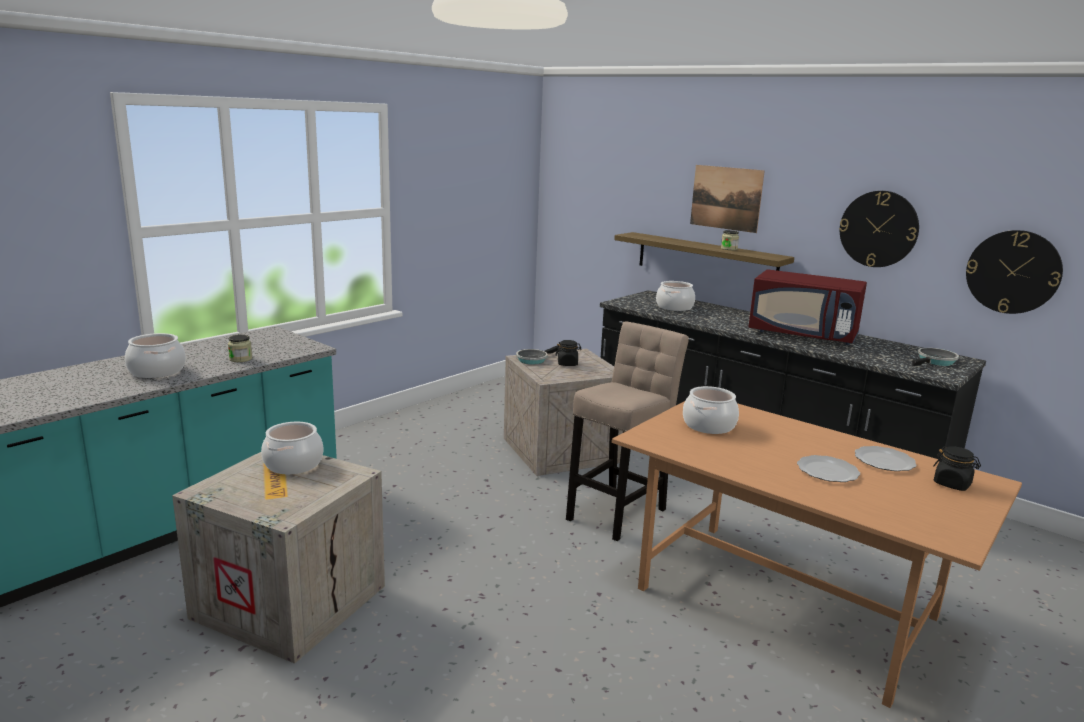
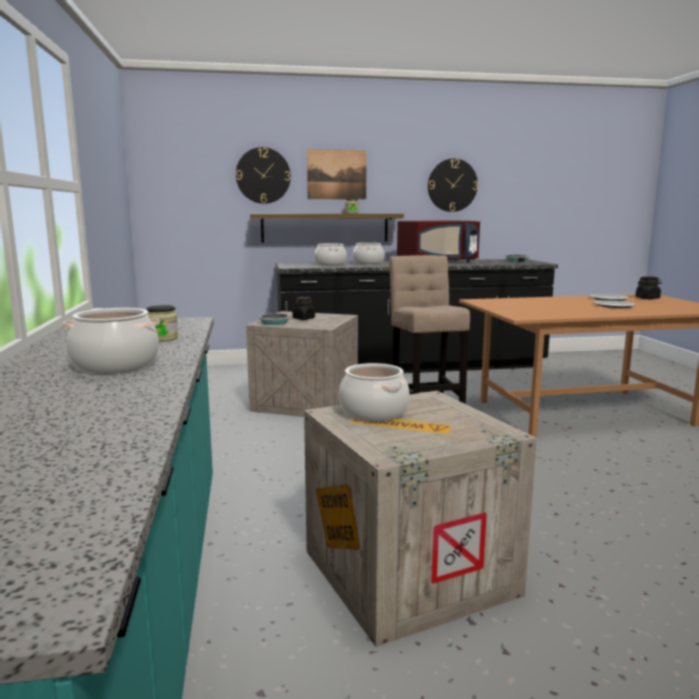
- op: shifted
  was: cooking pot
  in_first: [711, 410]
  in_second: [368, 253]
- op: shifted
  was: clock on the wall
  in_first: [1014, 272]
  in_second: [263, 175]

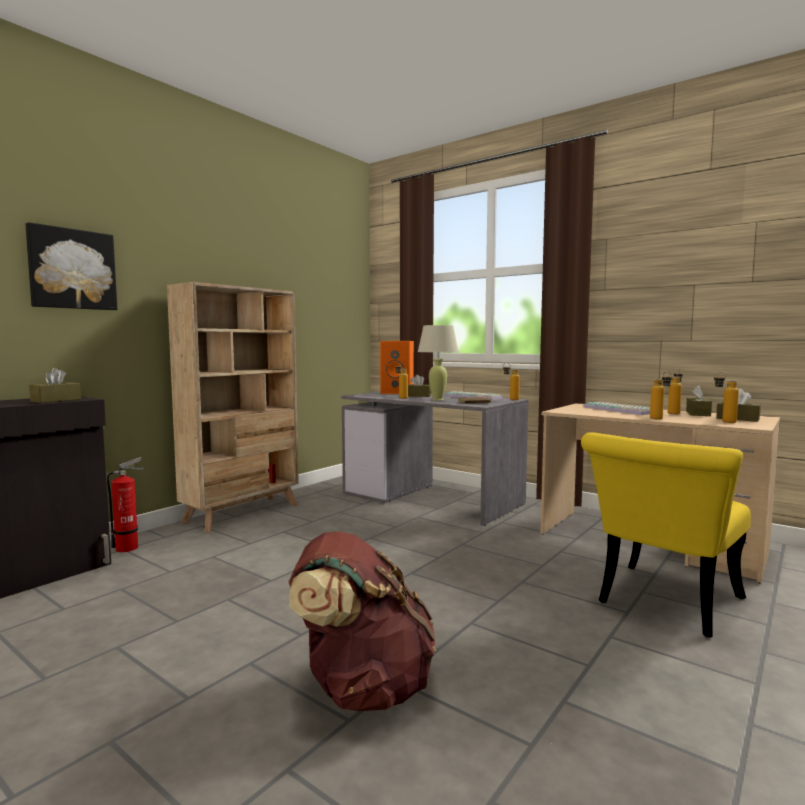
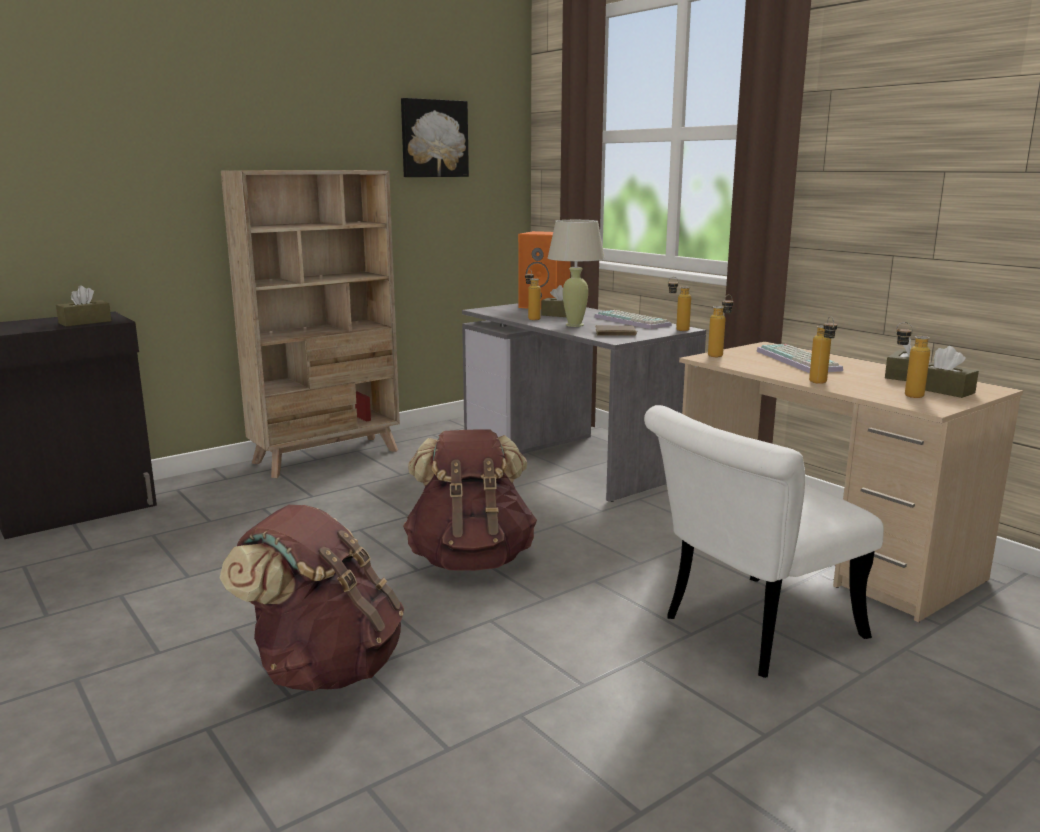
- op: gone
  was: extinguisher
  in_first: [125, 504]
- op: new
  now: brownish rucksack
  in_second: [470, 500]
- op: shifted
  was: picture
  in_first: [71, 266]
  in_second: [435, 137]
- op: shifted
  was: drink bottle
  in_first: [675, 391]
  in_second: [721, 325]
- op: repainted
  was: yellowish chair
  now: white chair
  in_first: [666, 535]
  in_second: [764, 541]

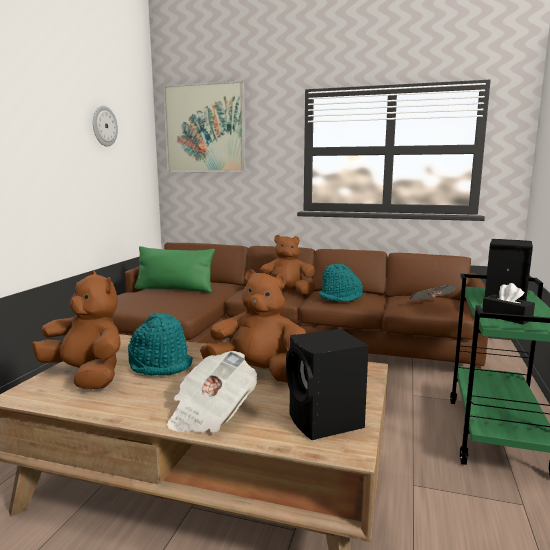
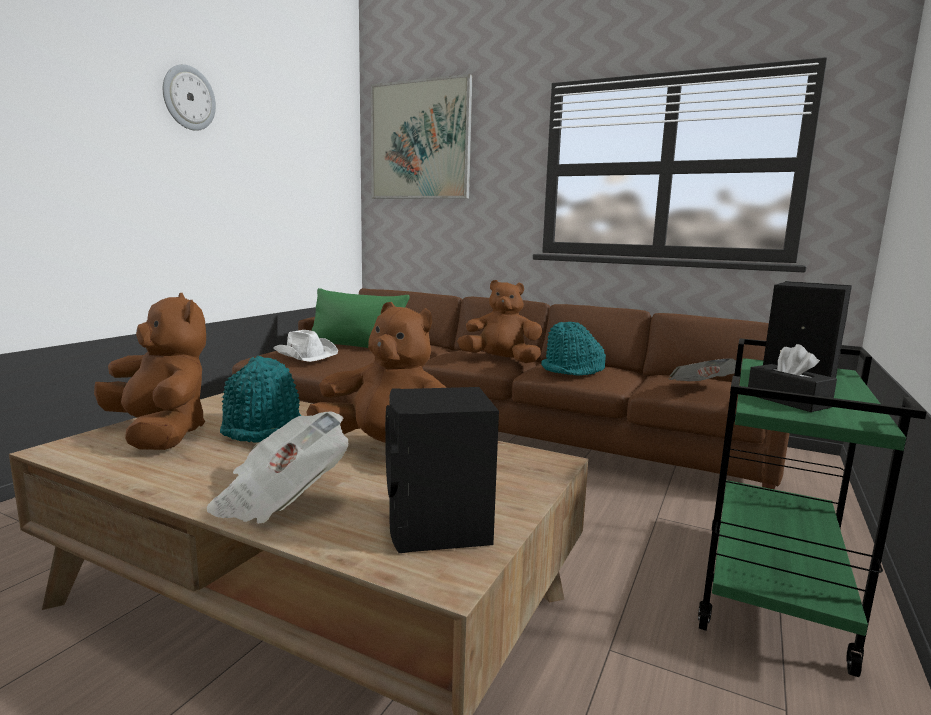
- op: new
  now: white hat
  in_second: [305, 346]
- op: shifted
  was: clock on the wall
  in_first: [105, 126]
  in_second: [189, 97]

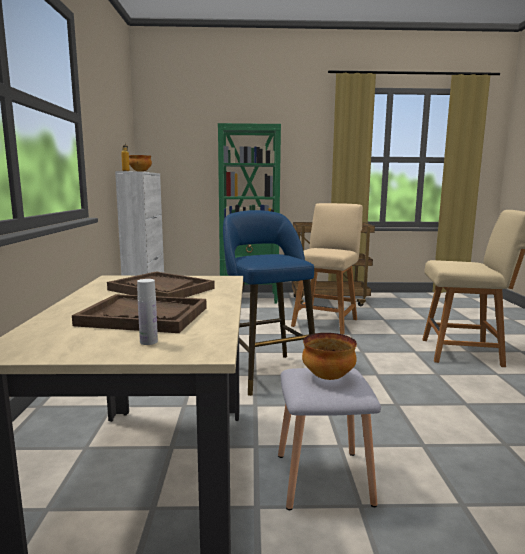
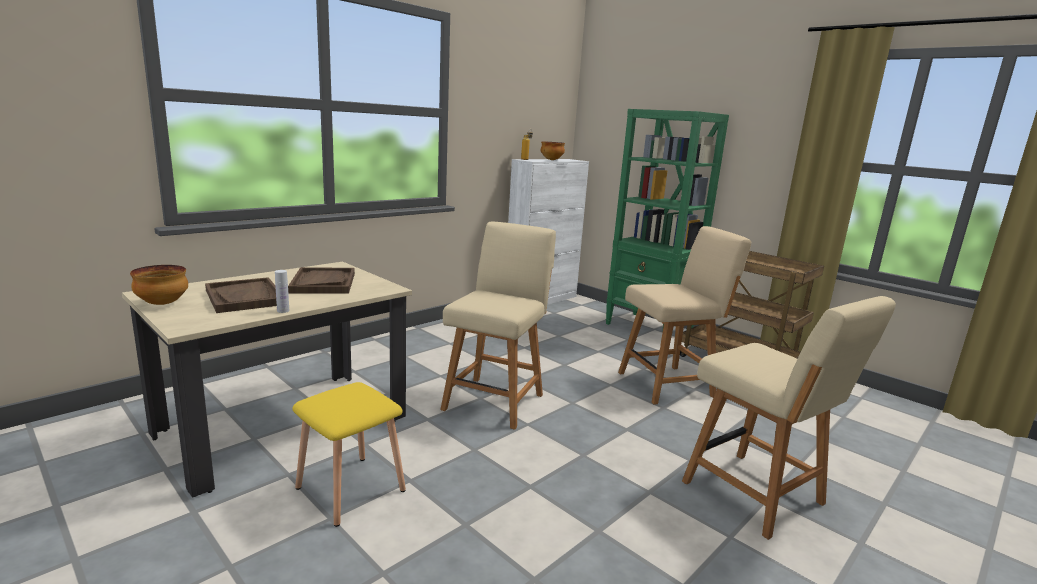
- op: shifted
  was: white drink bottle
  in_first: [147, 312]
  in_second: [282, 291]
- op: shifted
  was: serving bowl
  in_first: [329, 356]
  in_second: [159, 285]
- op: swapped
  was: blue stool
  now: beige-coloured chair
  in_first: [269, 303]
  in_second: [498, 326]
- op: repainted
  was: gray stool
  now: yellowish stool
  in_first: [329, 439]
  in_second: [349, 454]

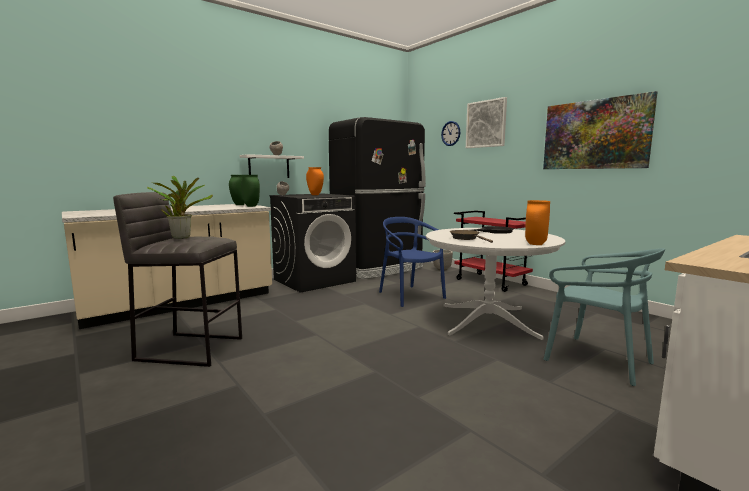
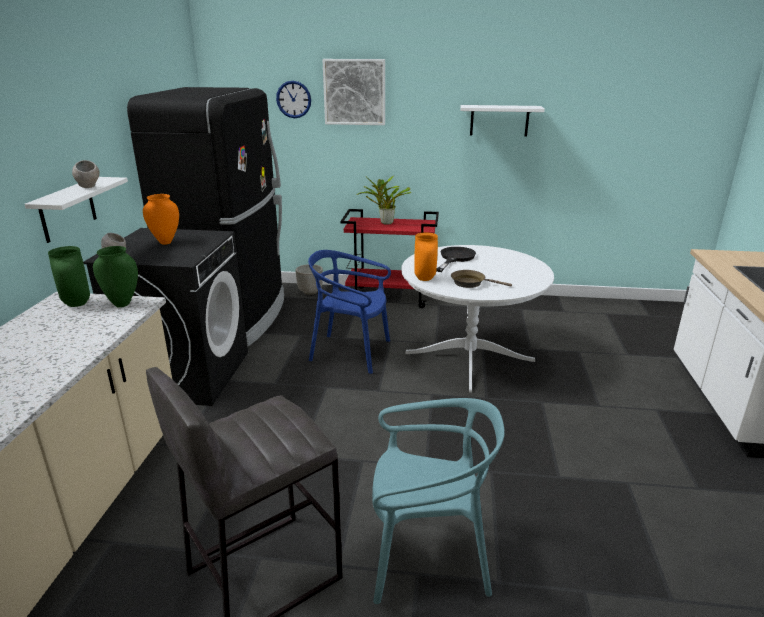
- op: shifted
  was: houseplant
  in_first: [180, 207]
  in_second: [384, 200]
- op: shifted
  was: orange flower vase
  in_first: [537, 222]
  in_second: [426, 257]
- op: shifted
  was: turquoise chair
  in_first: [604, 317]
  in_second: [438, 501]
- op: swapped
  was: picture
  now: white wall shelf
  in_first: [600, 130]
  in_second: [502, 121]

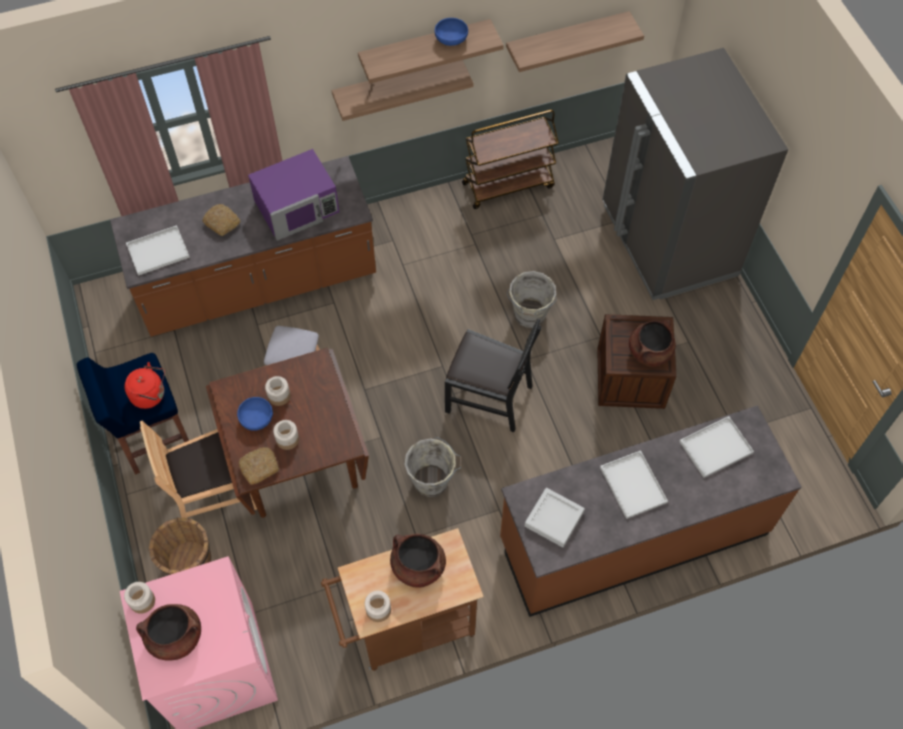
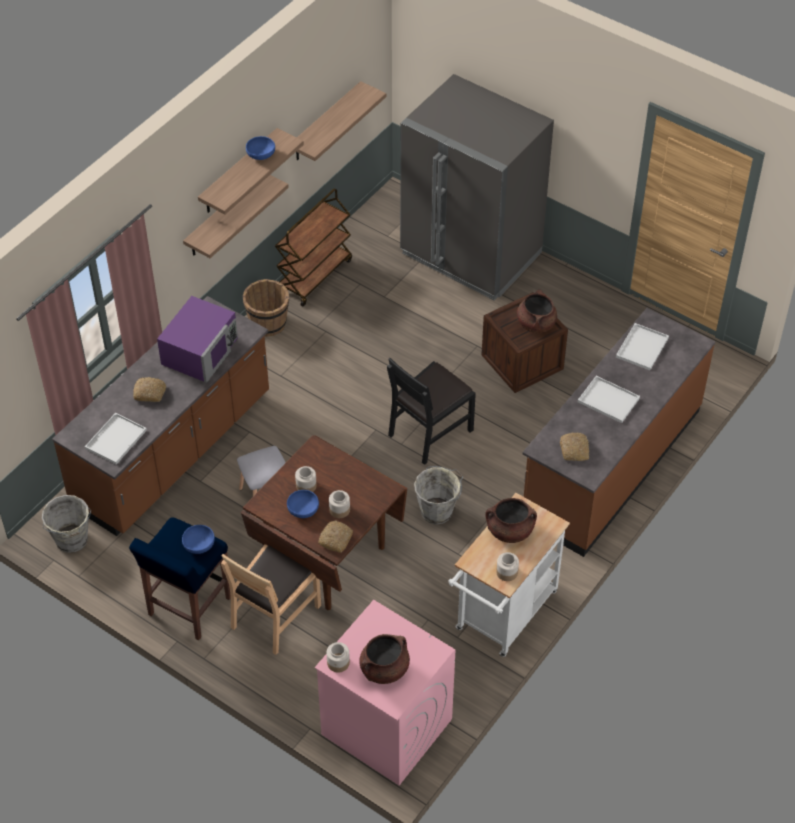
- op: shifted
  was: brownish pail
  in_first: [180, 546]
  in_second: [265, 308]
- op: shifted
  was: gray pail
  in_first: [531, 299]
  in_second: [66, 524]
- op: swapped
  was: reddish kettle
  now: blue serving bowl
  in_first: [144, 385]
  in_second: [198, 539]
- op: swapped
  was: gray carrying tray
  now: bakery bread
  in_first: [554, 517]
  in_second: [574, 446]
- op: repainted
  was: brownish trolley
  now: white trolley
  in_first: [402, 599]
  in_second: [509, 575]
- op: rotated
  was: blackish chair
  in_first: [493, 375]
  in_second: [431, 411]
  clockwise: 150

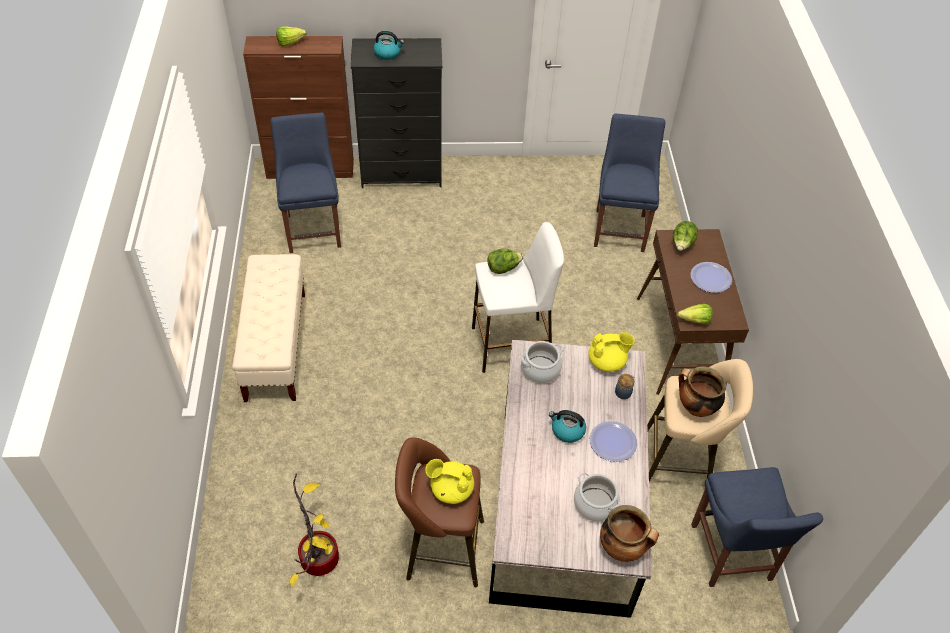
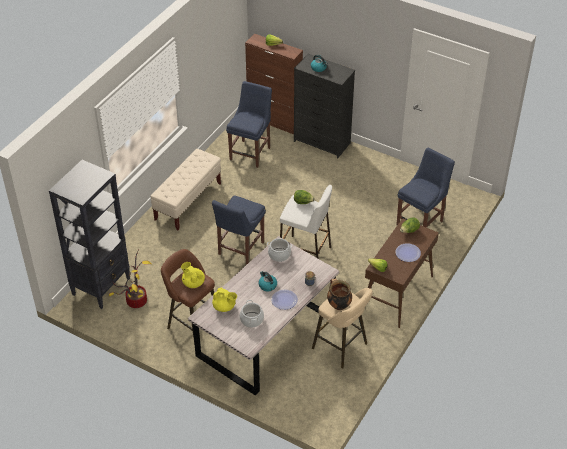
- op: gone
  was: cooking pot
  in_first: [629, 533]
- op: new
  now: blackish bookshelf
  in_second: [89, 234]
- op: shifted
  was: yellowish teapot
  in_first: [611, 352]
  in_second: [224, 300]
- op: shifted
  was: blue chair
  in_first: [757, 527]
  in_second: [239, 230]

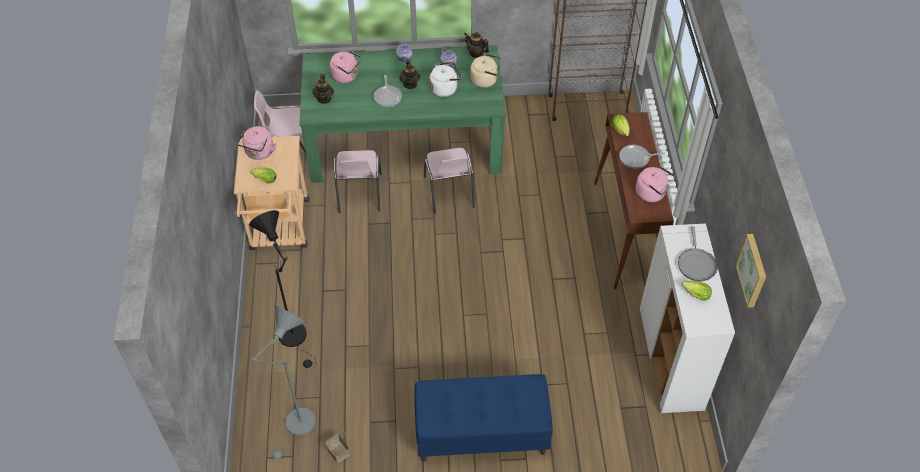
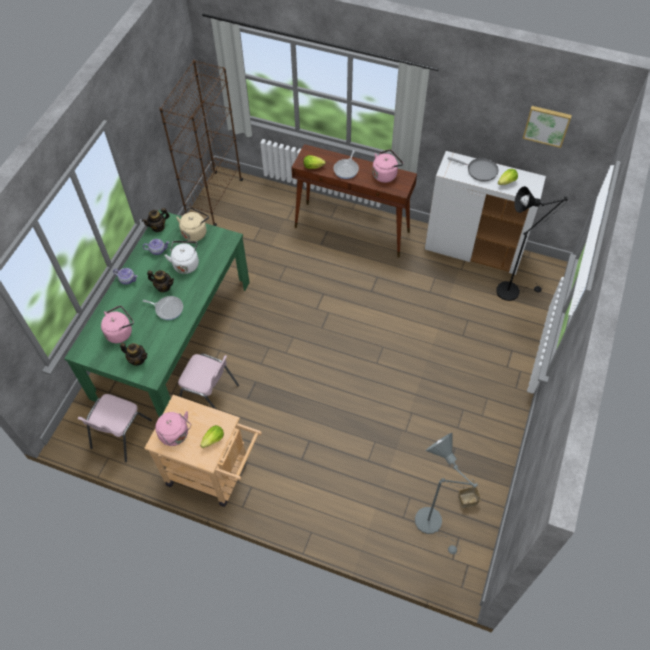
- op: gone
  was: blue long seat
  in_first: [483, 418]
- op: gone
  was: pink chair
  in_first: [449, 181]
- op: shifted
  was: blackish standing lamp
  in_first: [282, 289]
  in_second: [532, 243]

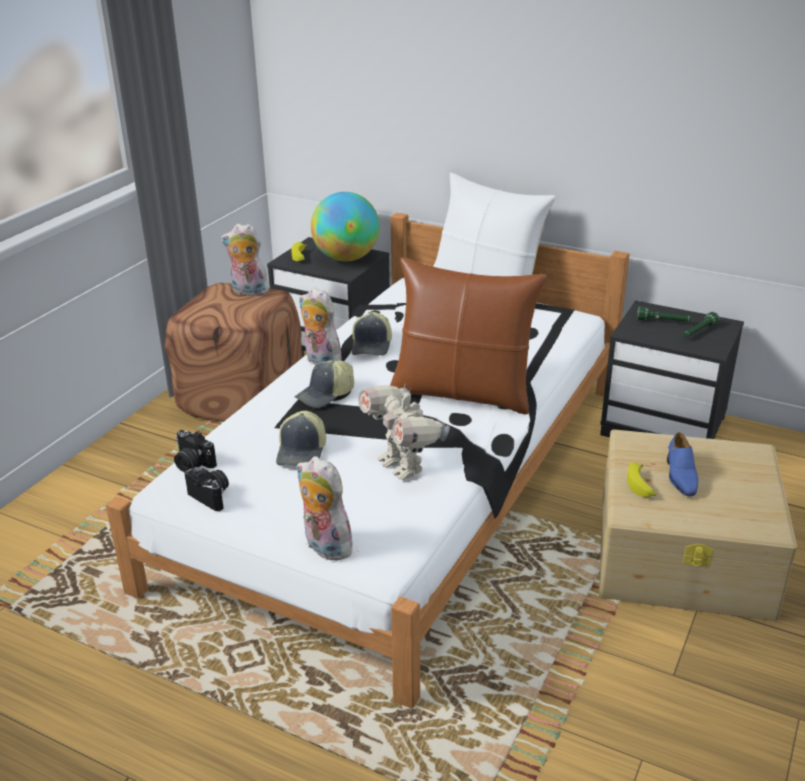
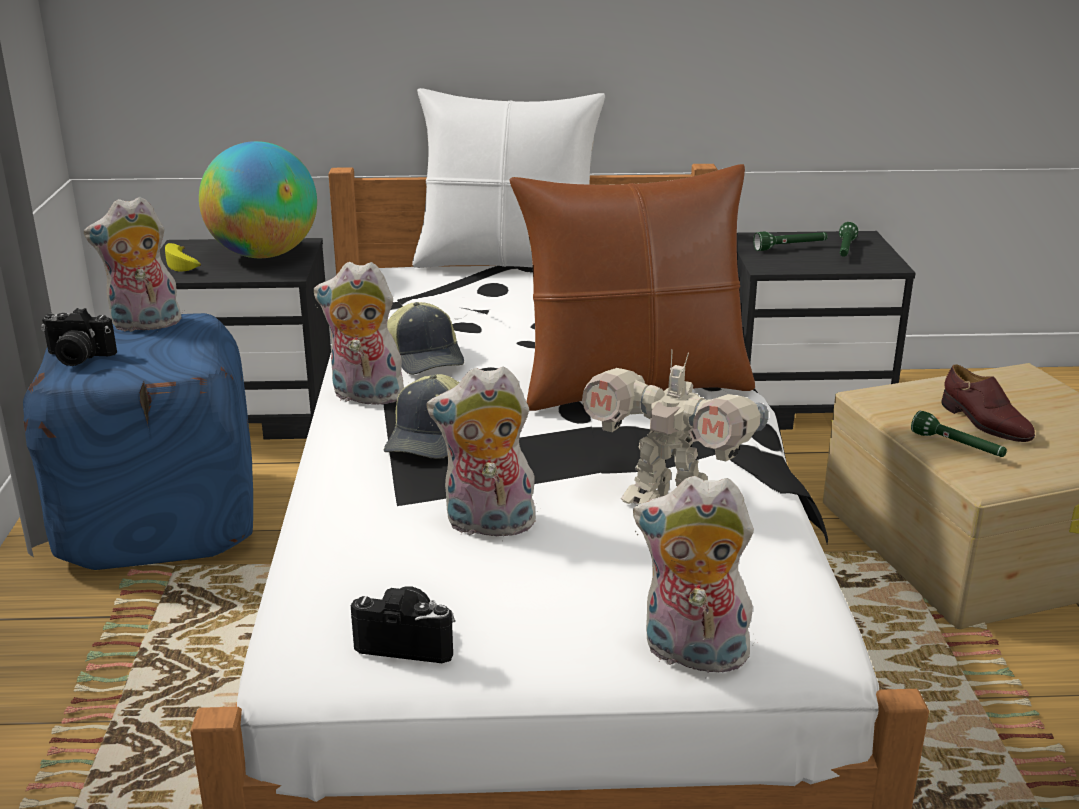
- op: shifted
  was: still camera
  in_first: [195, 451]
  in_second: [79, 337]
- op: swapped
  was: peaked cap
  now: cuddly toy
  in_first: [301, 438]
  in_second: [482, 453]
- op: swapped
  was: whole banana
  now: green hand torch
  in_first: [641, 479]
  in_second: [959, 434]
- op: repainted
  was: brownish ottoman
  now: blue ottoman
  in_first: [233, 352]
  in_second: [138, 441]
- op: repainted
  was: blue shoe
  now: brownish shoe
  in_first: [682, 464]
  in_second: [988, 403]

